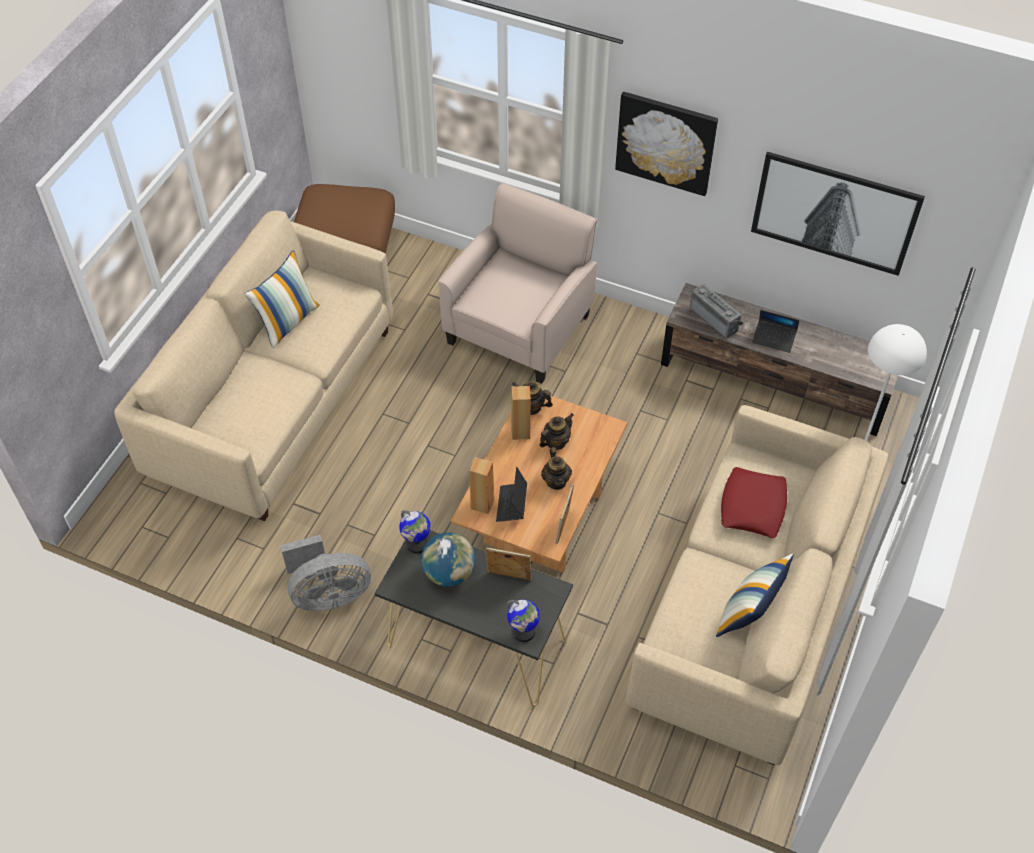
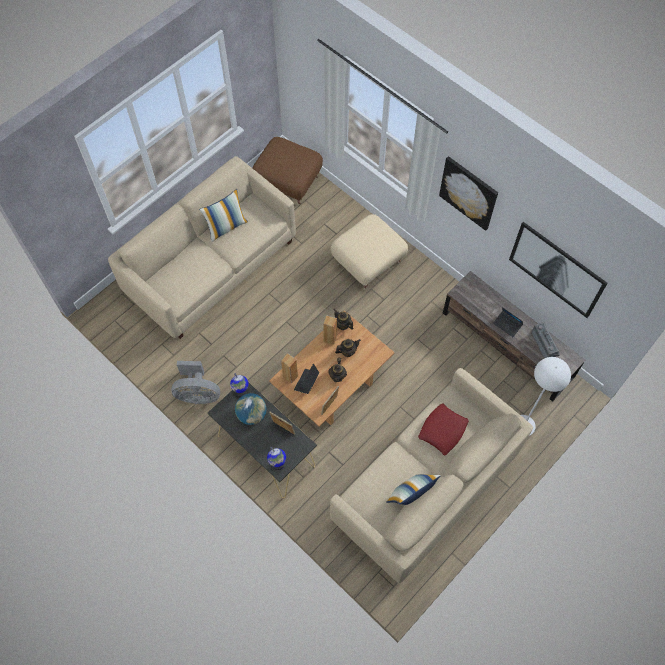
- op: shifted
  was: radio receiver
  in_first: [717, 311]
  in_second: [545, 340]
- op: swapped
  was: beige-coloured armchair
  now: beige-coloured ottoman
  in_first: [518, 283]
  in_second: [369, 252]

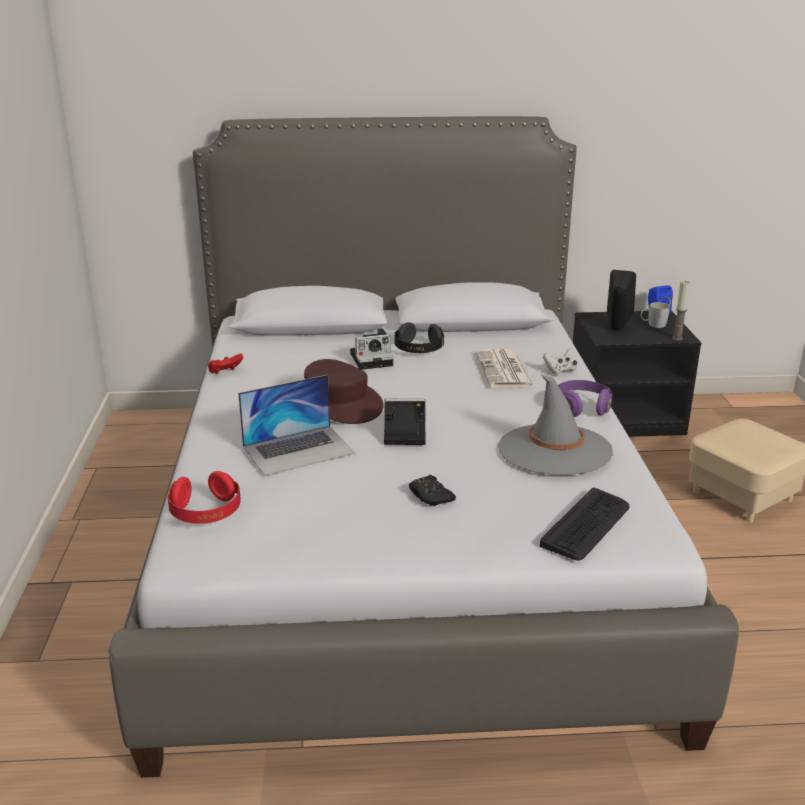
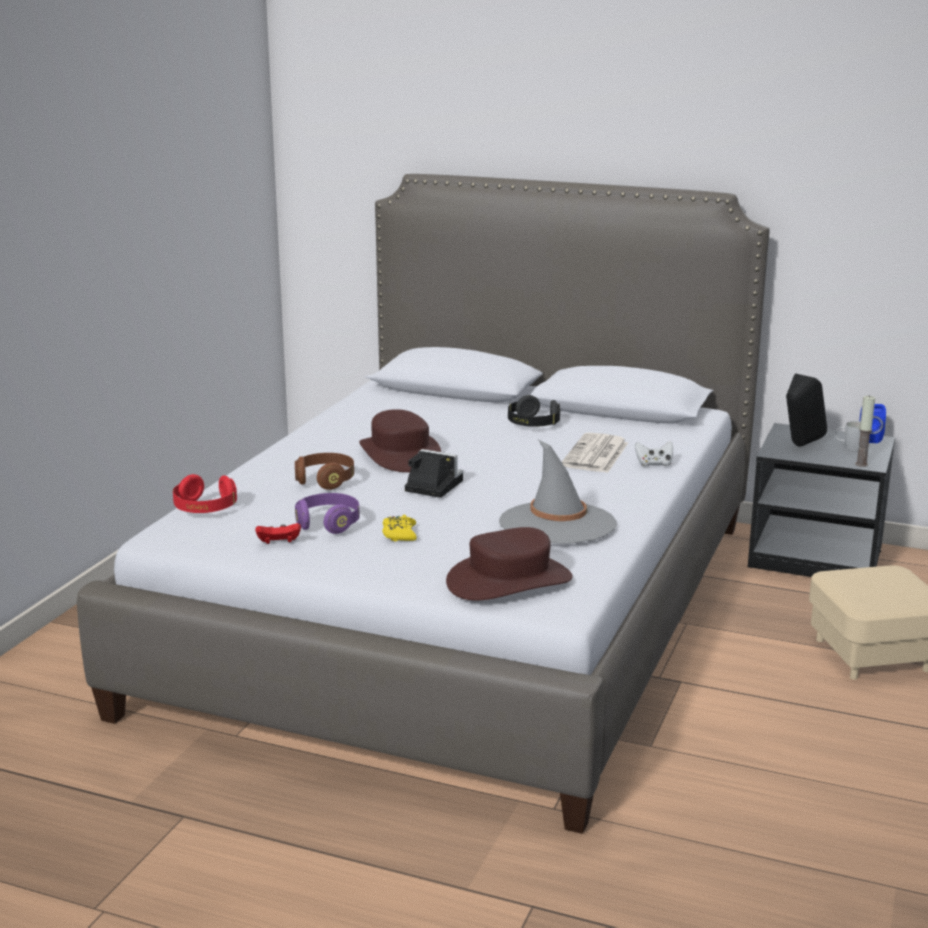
- op: gone
  was: still camera
  in_first: [371, 349]
- op: shifted
  was: reddish joypad
  in_first: [225, 363]
  in_second: [278, 533]
- op: shifted
  was: purple-coloured pair of headphones
  in_first: [585, 398]
  in_second: [327, 513]
- op: swapped
  was: portable computer
  now: brownish pair of headphones
  in_first: [297, 425]
  in_second: [324, 471]
- op: swapped
  was: keyboard
  now: brownish hat
  in_first: [585, 524]
  in_second: [509, 563]
- op: repainted
  was: blackish joypad
  now: yellowish joypad
  in_first: [432, 490]
  in_second: [399, 528]

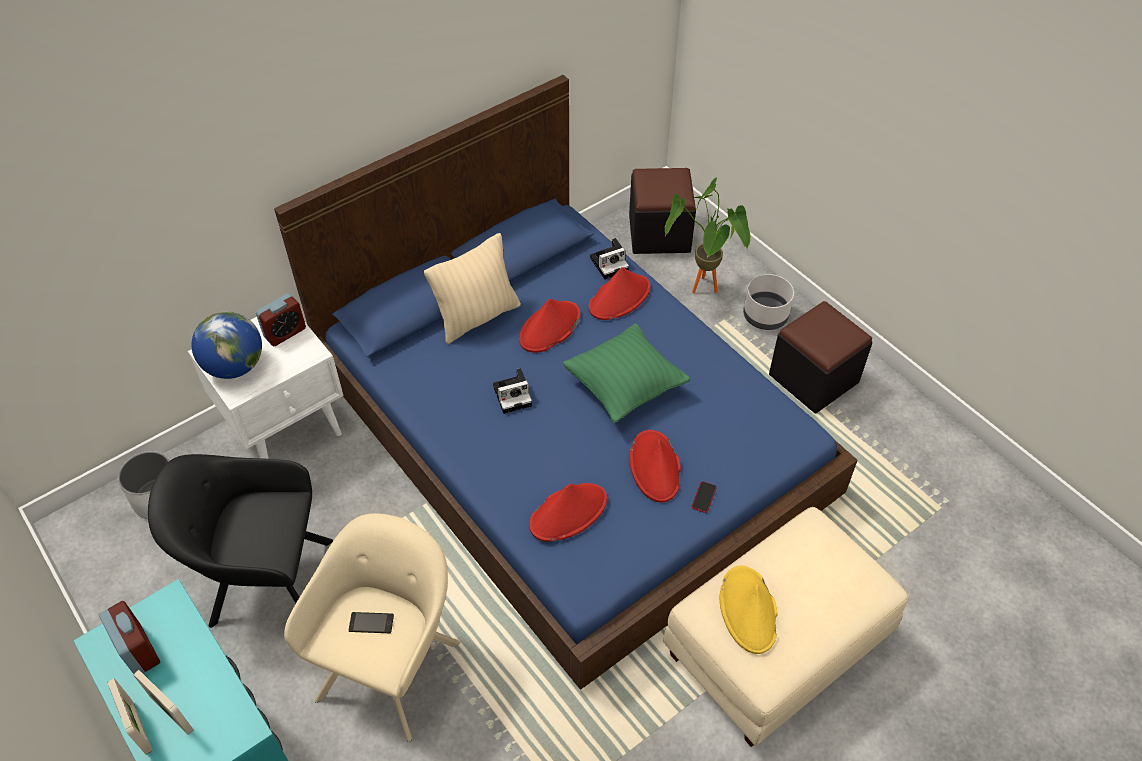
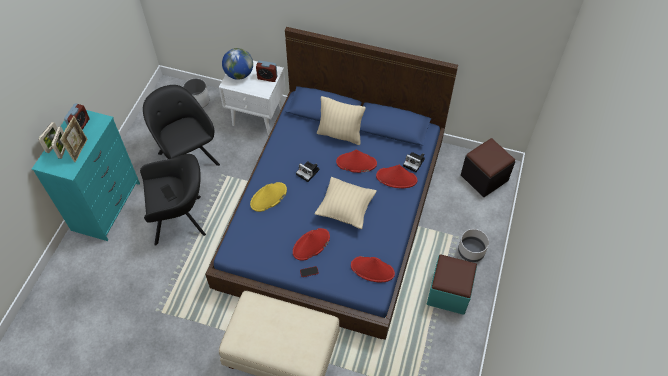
- op: gone
  was: houseplant
  in_first: [708, 235]
- op: new
  now: photo frame
  in_second: [74, 139]
- op: shifted
  was: reddish hat
  in_first: [568, 512]
  in_second: [373, 269]
- op: shifted
  was: yellowish hat
  in_first: [749, 610]
  in_second: [268, 197]
- op: repainted
  was: beige-coloured armchair
  now: blackish armchair
  in_first: [372, 627]
  in_second: [173, 200]
- op: repainted
  was: green cushion
  now: beige-coloured cushion
  in_first: [626, 373]
  in_second: [346, 203]
- op: repainted
  was: blackish ottoman
  now: turquoise ottoman
  in_first: [820, 357]
  in_second: [452, 284]

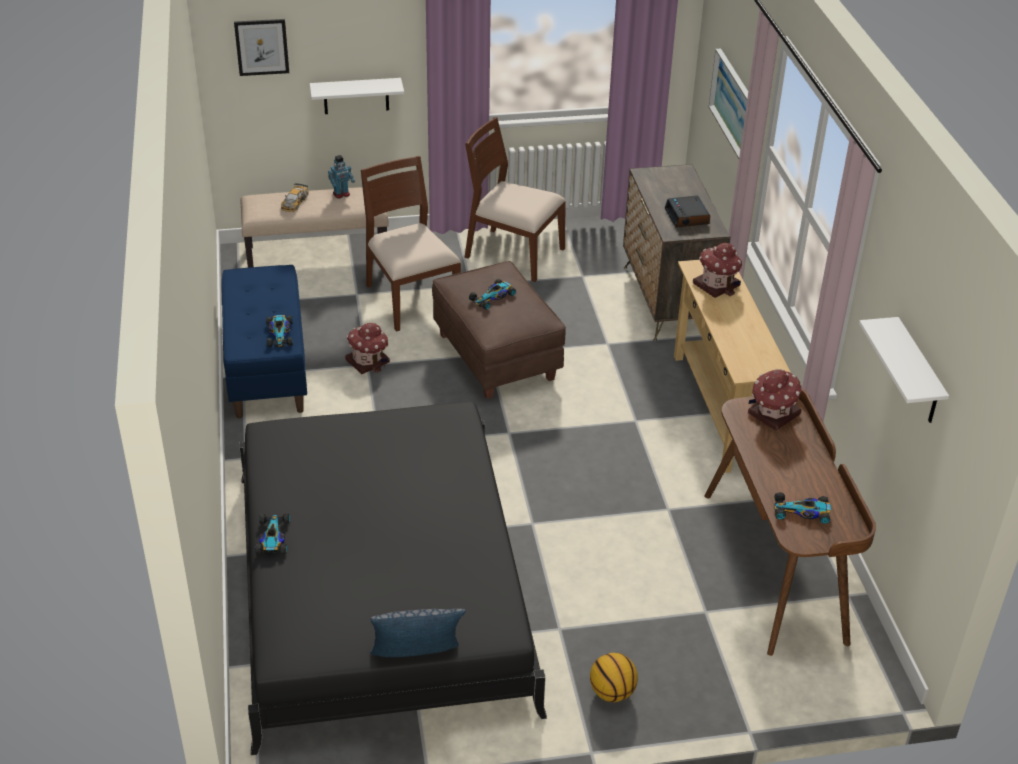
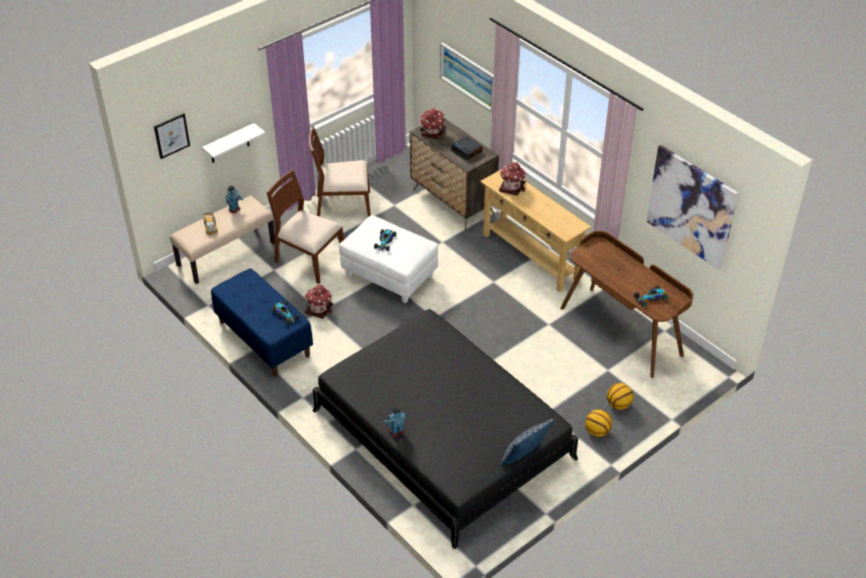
- op: new
  now: ball for basketball
  in_second: [620, 396]
- op: shifted
  was: model house
  in_first: [775, 400]
  in_second: [432, 123]
- op: swapped
  was: model car
  now: toy robot
  in_first: [272, 534]
  in_second: [395, 422]
- op: swapped
  was: white wall shelf
  now: picture
  in_first: [904, 370]
  in_second: [692, 207]
- op: repainted
  was: brownish ottoman
  now: white ottoman
  in_first: [499, 330]
  in_second: [388, 259]

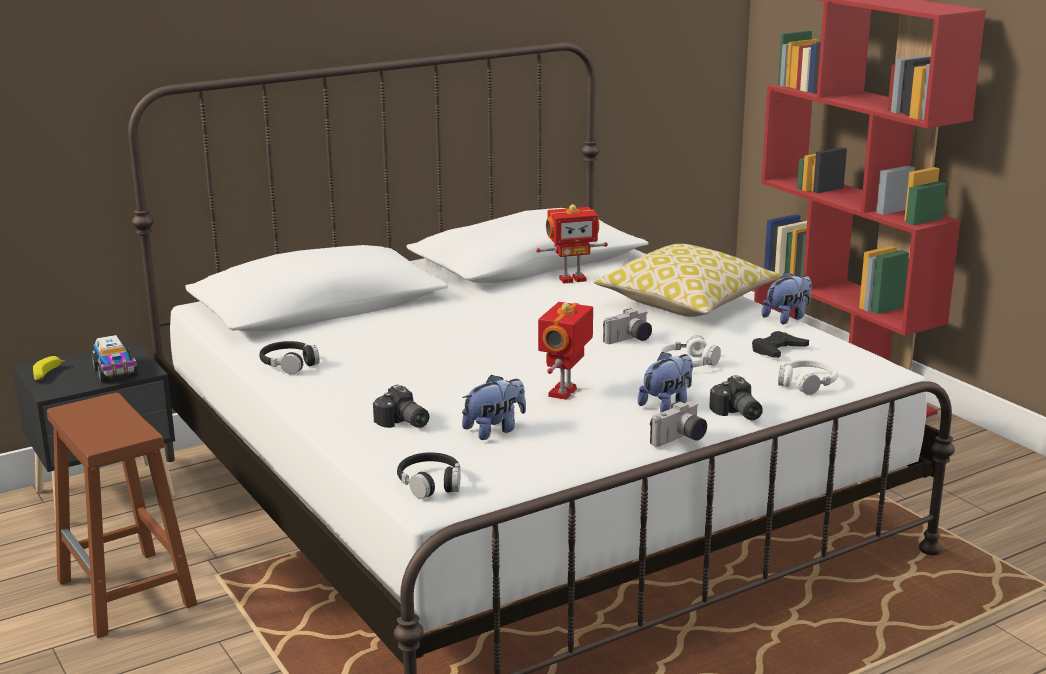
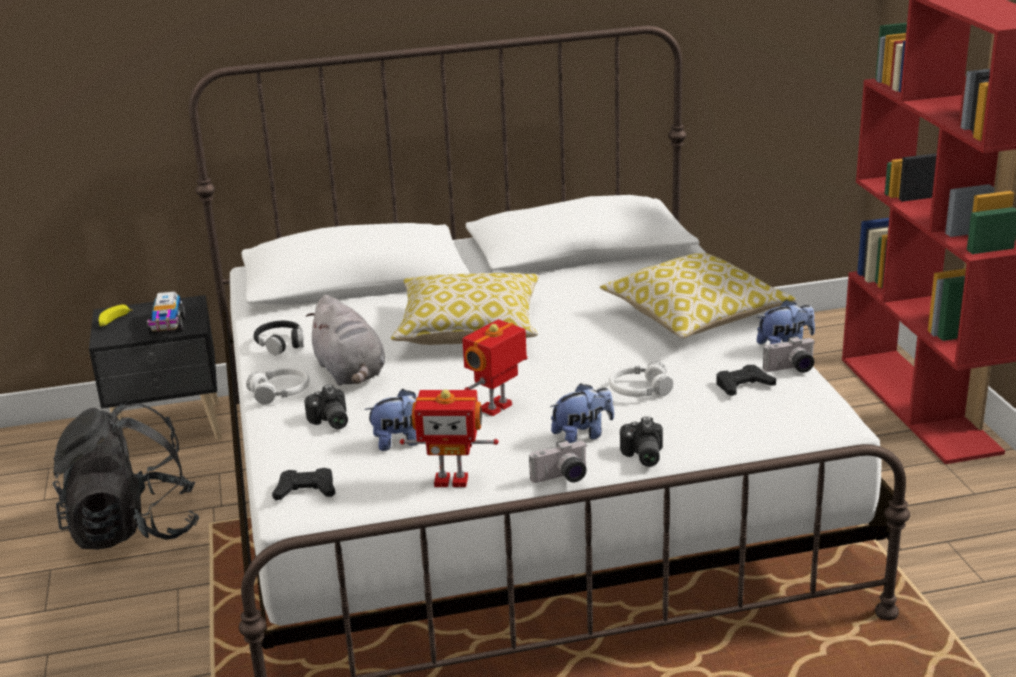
- op: new
  now: gray cuddly toy
  in_second: [345, 340]
- op: new
  now: cushion
  in_second: [465, 309]
- op: shifted
  was: toy robot
  in_first: [572, 243]
  in_second: [449, 438]
- op: shifted
  was: still camera
  in_first: [627, 326]
  in_second: [788, 354]
- op: shifted
  was: white pair of headphones
  in_first: [808, 377]
  in_second: [278, 386]
- op: swapped
  was: brownish stool
  now: blackish rucksack
  in_first: [122, 515]
  in_second: [126, 475]
- op: swapped
  was: blackish pair of headphones
  now: blackish joypad
  in_first: [428, 475]
  in_second: [304, 484]

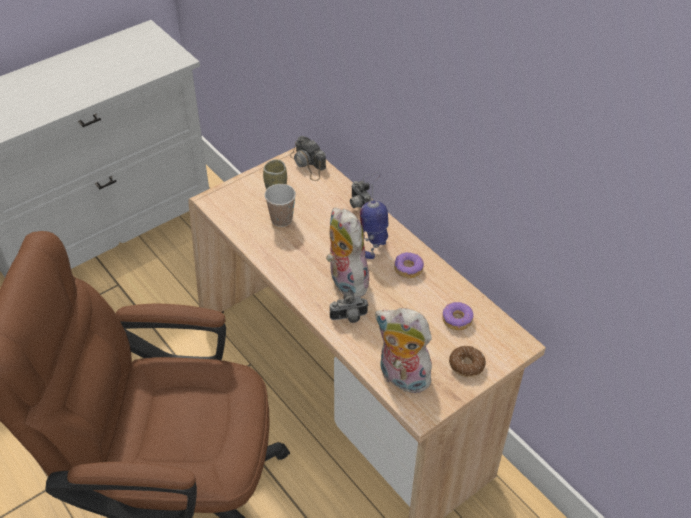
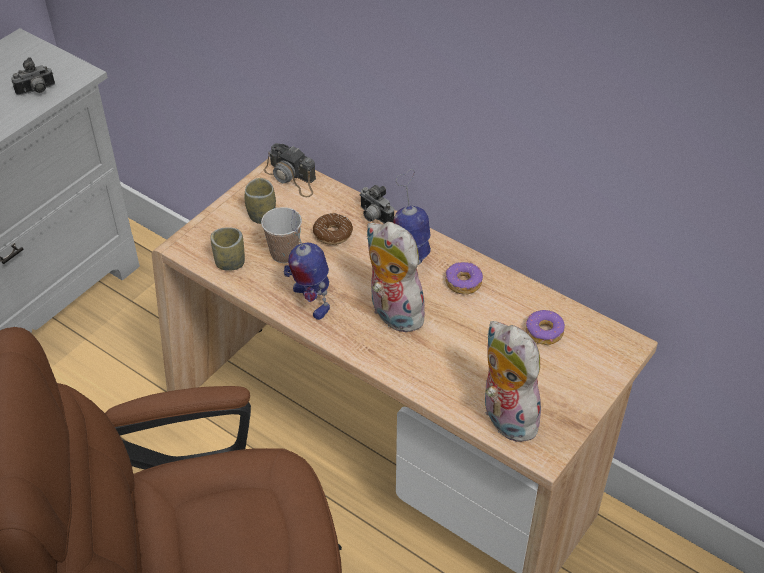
- op: new
  now: cup
  in_second: [228, 249]
- op: new
  now: toy robot
  in_second: [307, 265]
- op: shifted
  was: still camera
  in_first: [349, 306]
  in_second: [33, 76]
- op: shifted
  was: ring doughnut
  in_first: [467, 361]
  in_second: [333, 229]
- op: rotated
  was: cuddly toy
  in_first: [404, 350]
  in_second: [513, 381]
  clockwise: 45

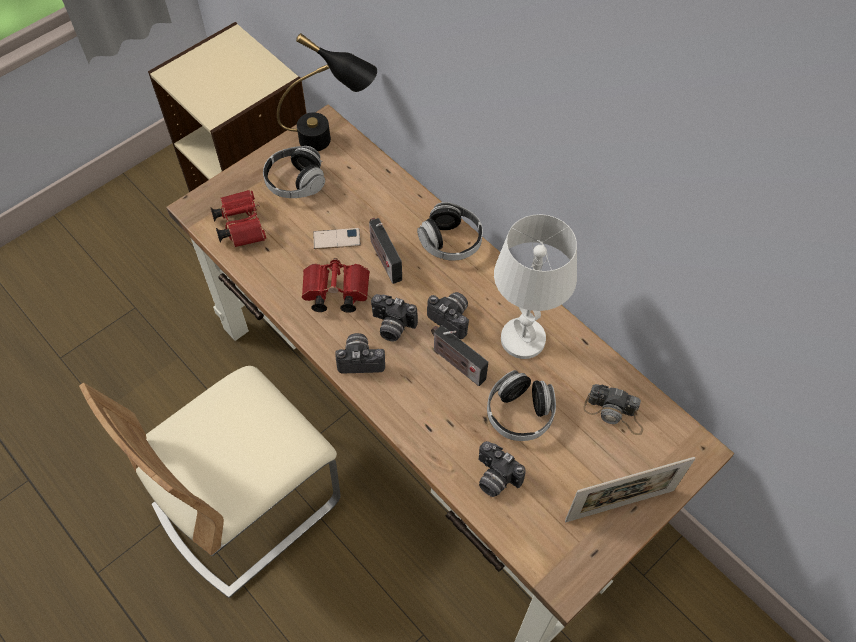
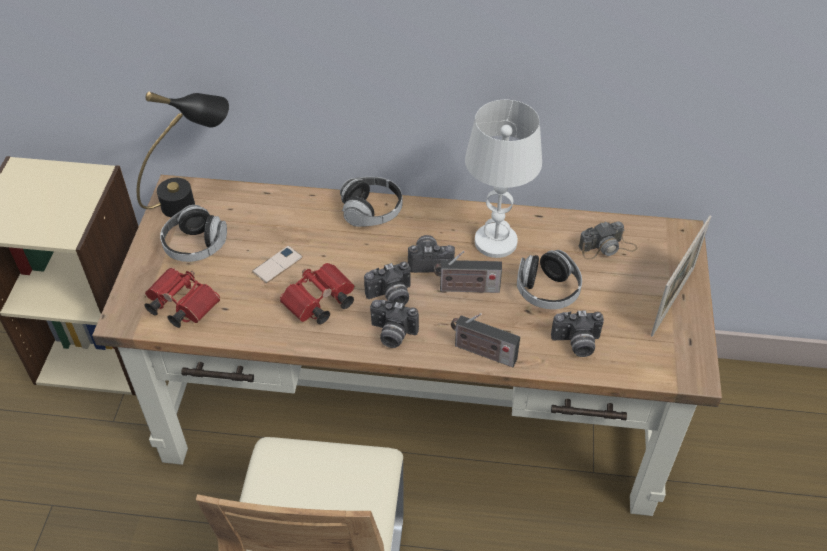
- op: shifted
  was: radio receiver
  in_first: [385, 251]
  in_second: [485, 340]
- op: rotated
  was: still camera
  in_first: [360, 353]
  in_second: [394, 324]
  clockwise: -120

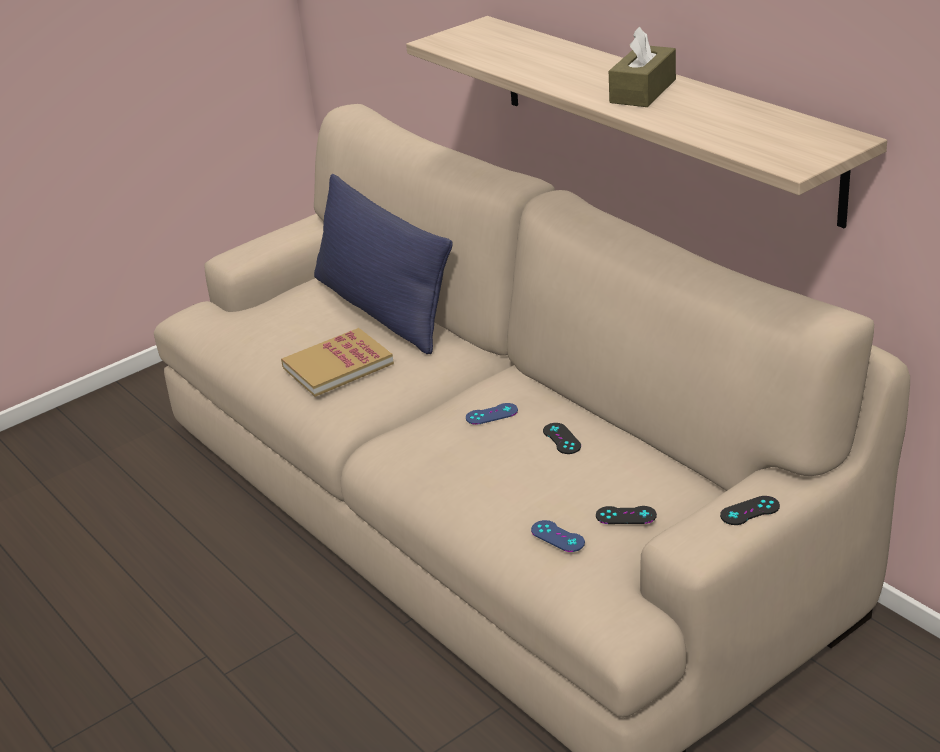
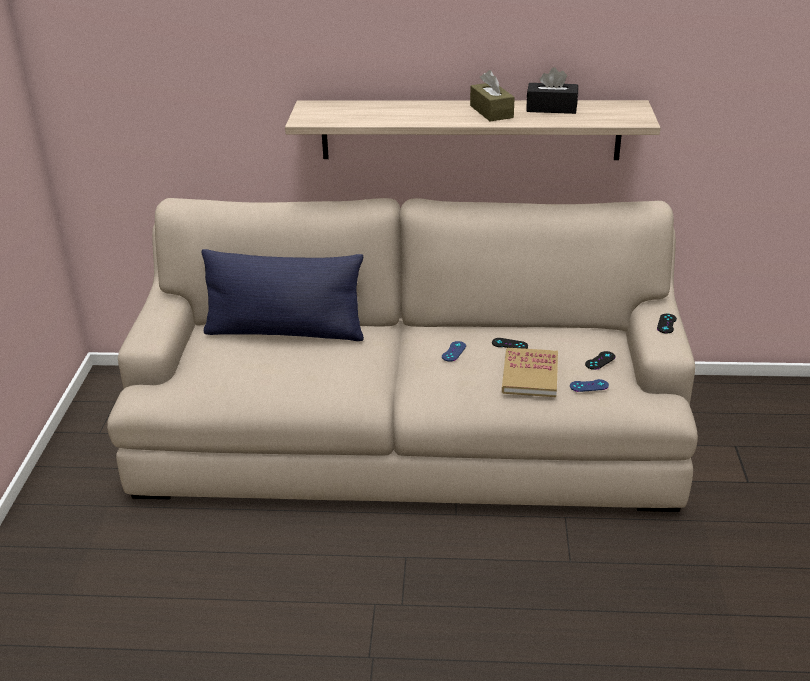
- op: new
  now: blackish tissue box
  in_second: [552, 90]
- op: shifted
  was: bound book
  in_first: [337, 362]
  in_second: [530, 372]

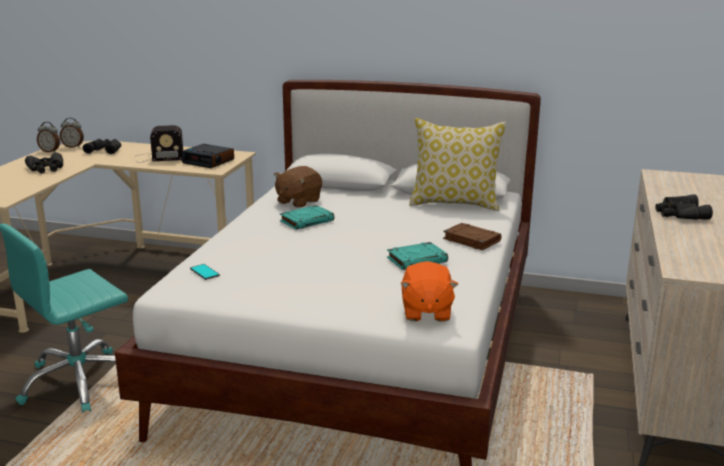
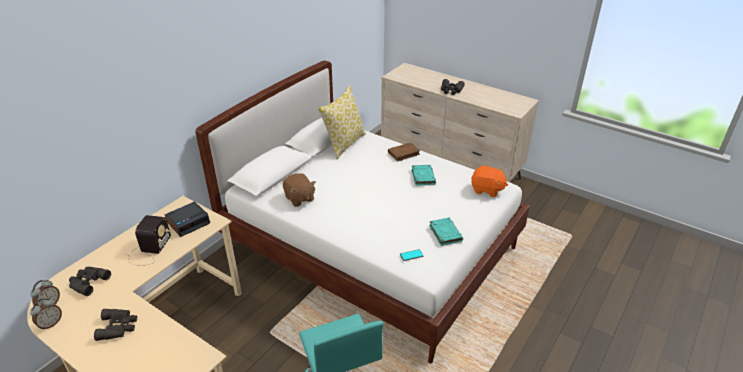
- op: shifted
  was: turquoise bound book
  in_first: [307, 217]
  in_second: [446, 232]

